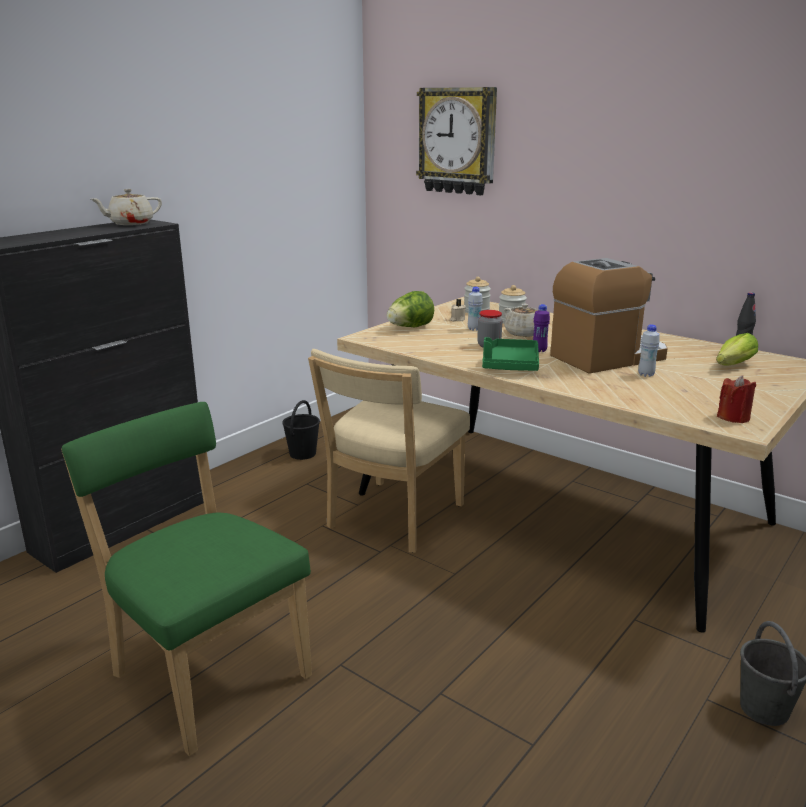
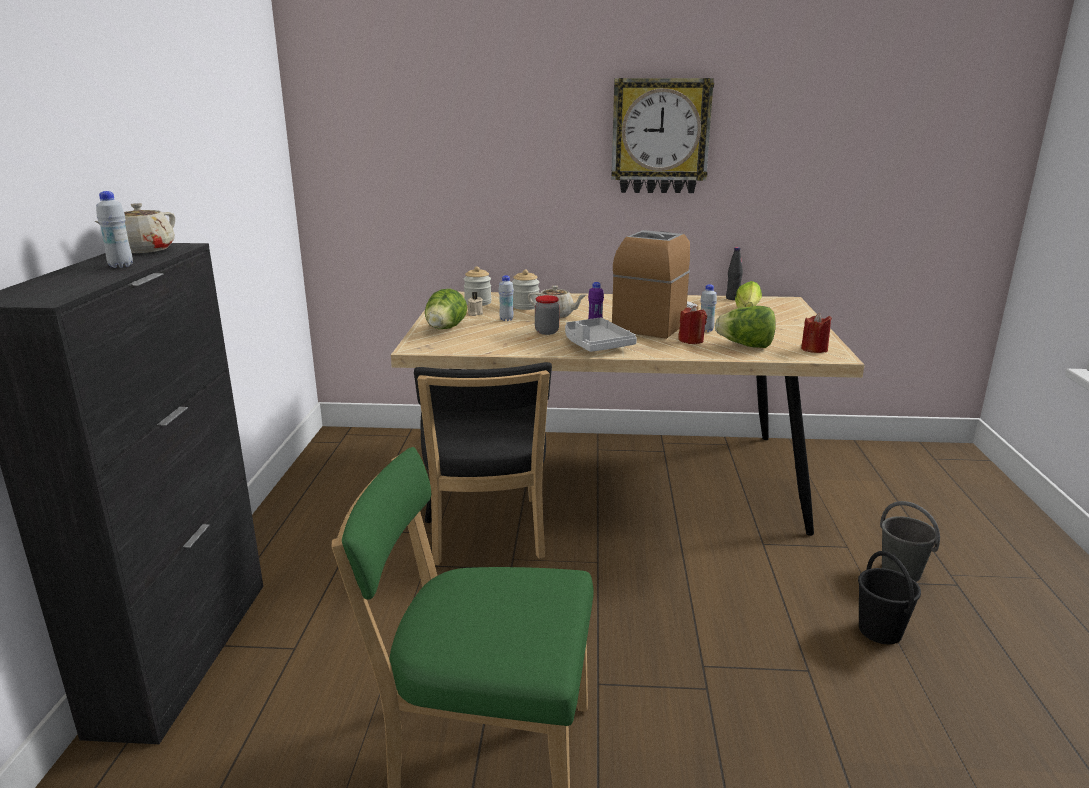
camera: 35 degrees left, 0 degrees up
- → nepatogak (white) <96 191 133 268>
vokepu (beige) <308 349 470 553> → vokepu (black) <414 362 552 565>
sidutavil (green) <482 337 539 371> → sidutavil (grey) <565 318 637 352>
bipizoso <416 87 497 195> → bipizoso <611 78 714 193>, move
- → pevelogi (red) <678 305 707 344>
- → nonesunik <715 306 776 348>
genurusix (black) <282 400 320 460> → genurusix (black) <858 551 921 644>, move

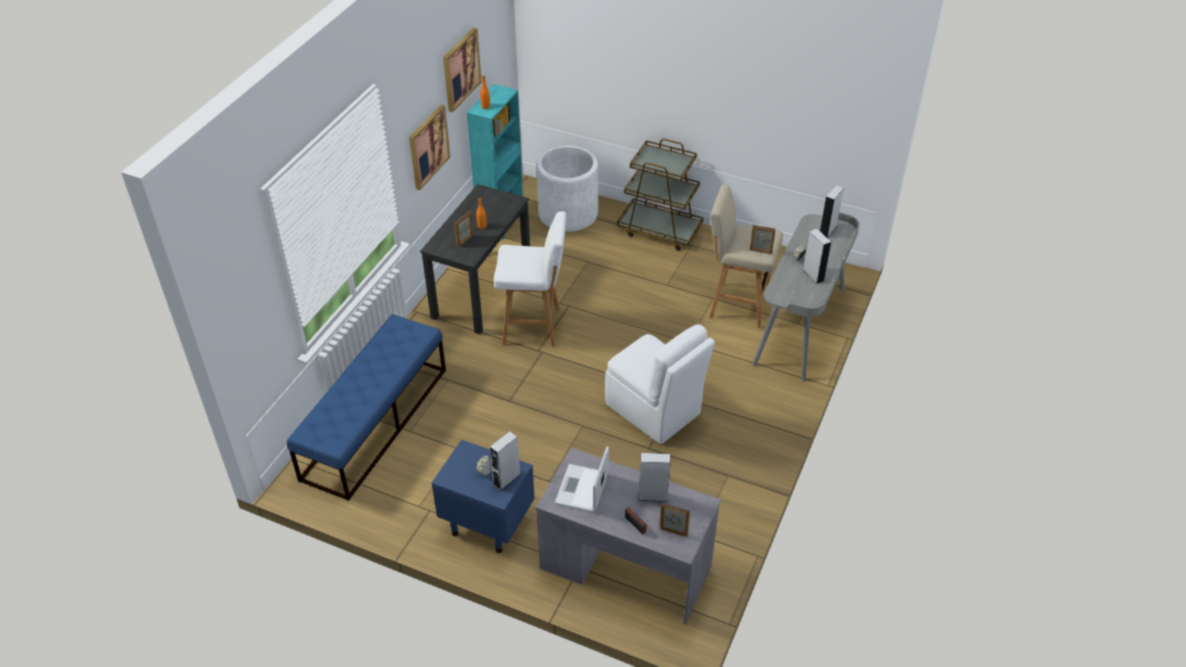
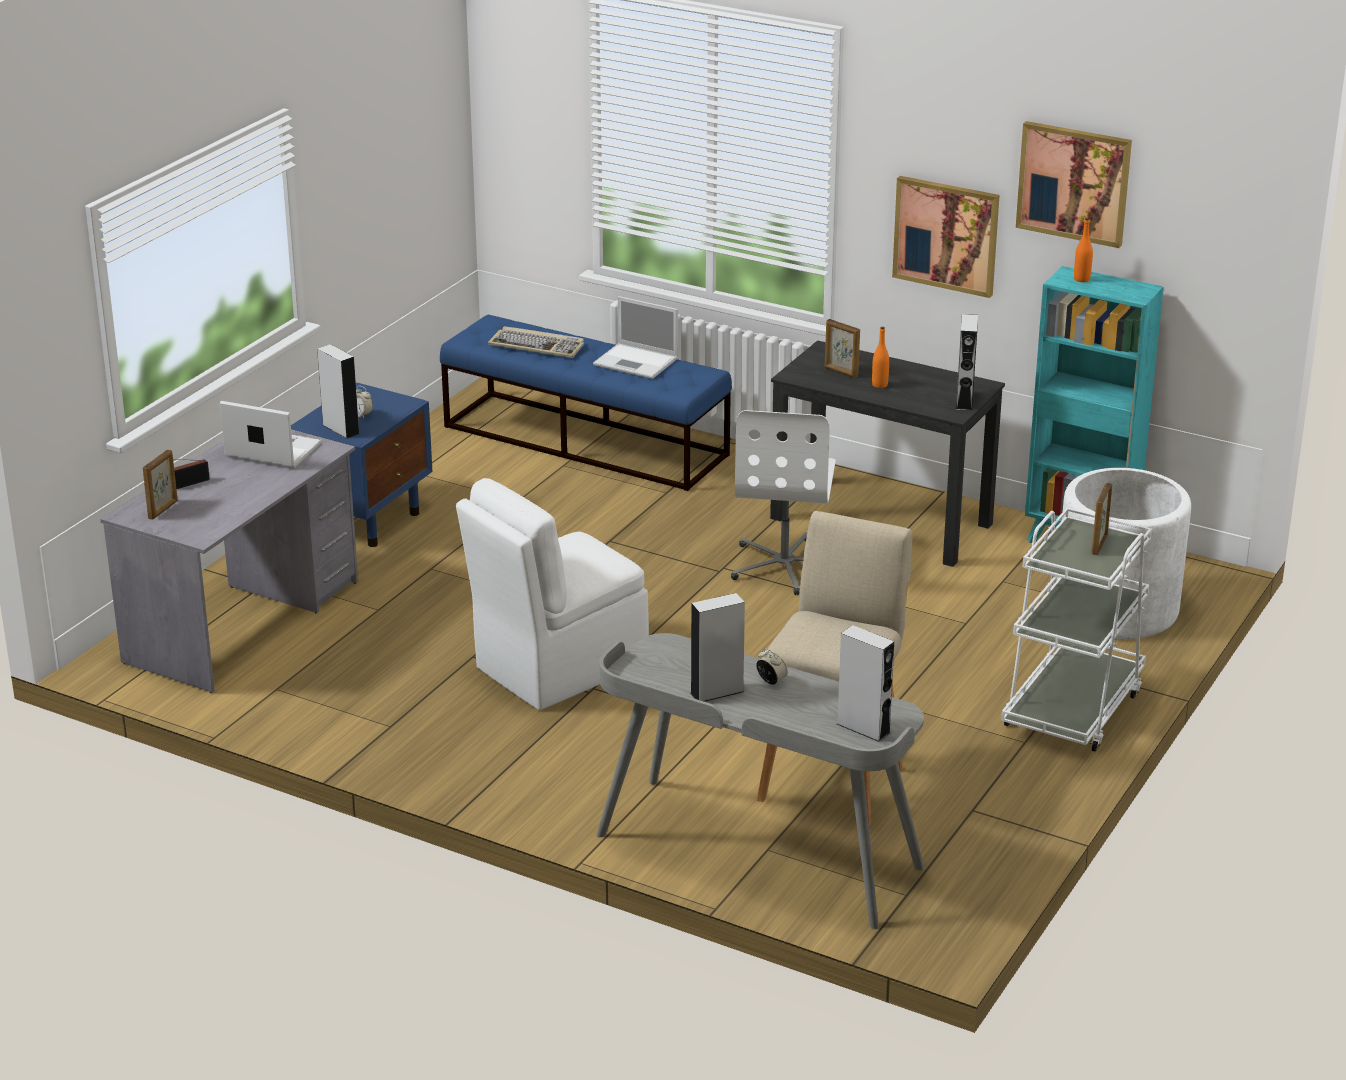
camera: 95 degrees right, 15 degrees down
- → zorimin <488 326 584 358>
- → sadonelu <593 296 678 379>
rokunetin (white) <494 211 566 347> → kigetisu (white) <731 410 836 595>
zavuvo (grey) <638 453 671 502> → zavuvo (grey) <956 314 978 411>, move
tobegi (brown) <617 139 704 251> → tobegi (white) <1001 508 1152 752>
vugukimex <750 225 776 254> → vugukimex <1092 483 1112 555>, move

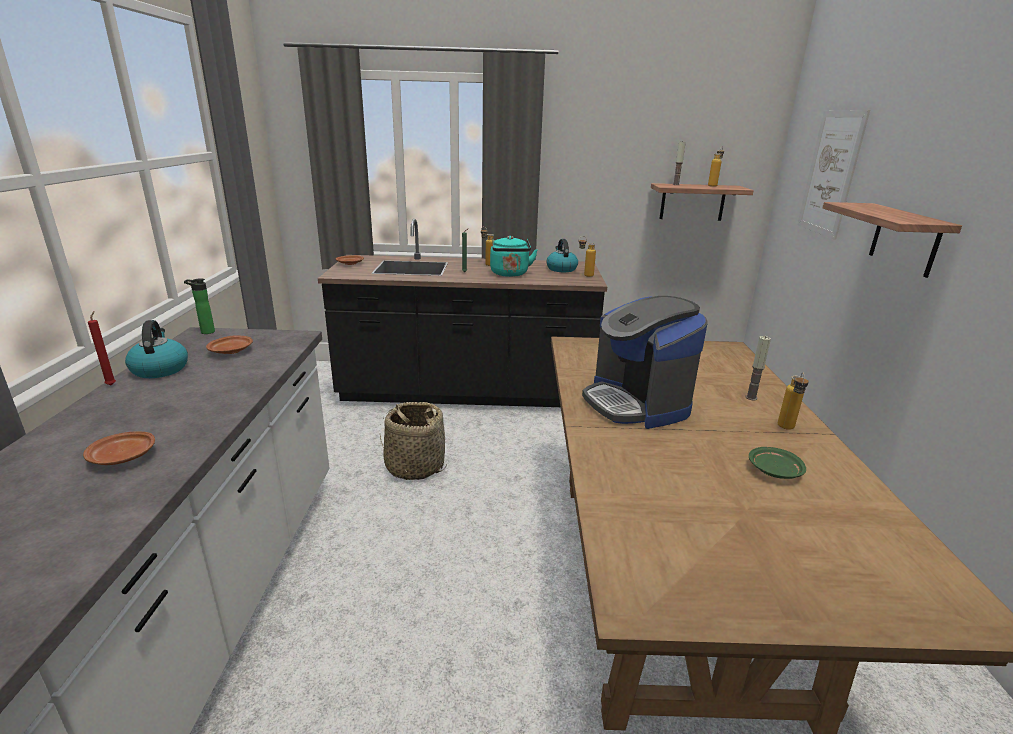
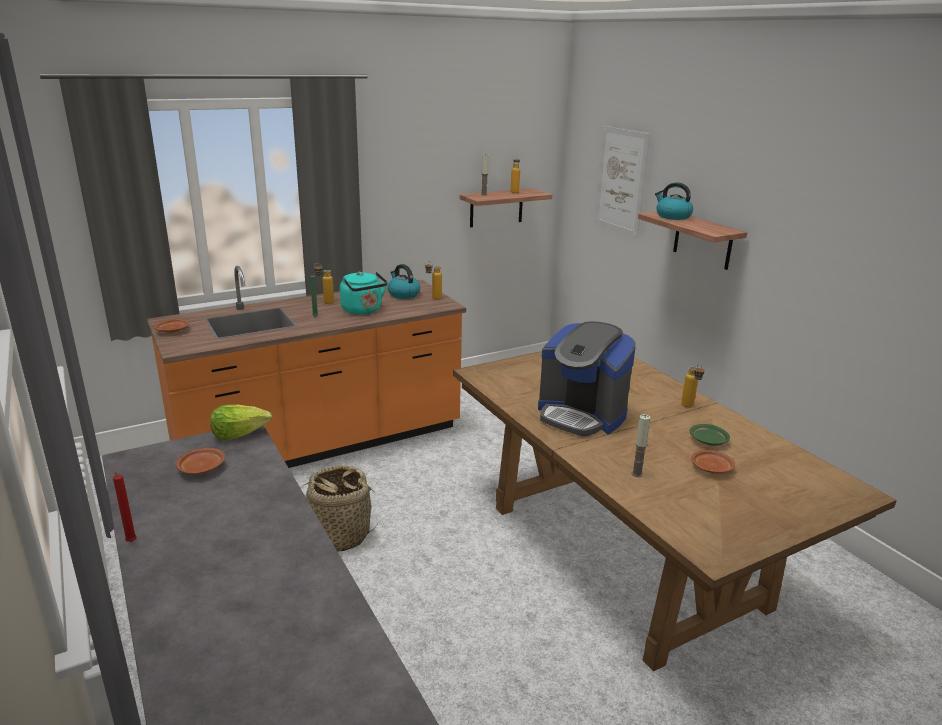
camera: 30 degrees left, 0 degrees up
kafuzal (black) <318 219 607 407> → kafuzal (orange) <147 266 466 468>
- → nonesunik <210 405 272 440>
pevelogi <745 336 771 400> → pevelogi <631 414 651 477>, move
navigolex <125 320 188 378> → navigolex <655 182 693 220>, move
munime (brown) <83 431 155 465> → munime (brown) <691 450 735 474>, move
nepatogak <184 278 215 334> → -

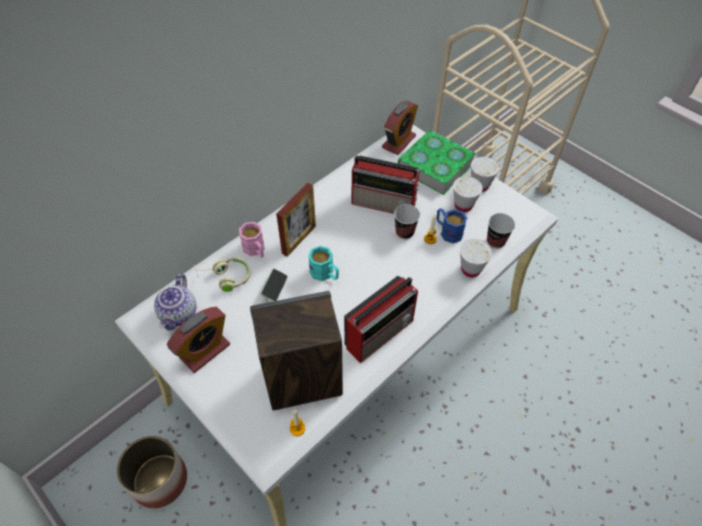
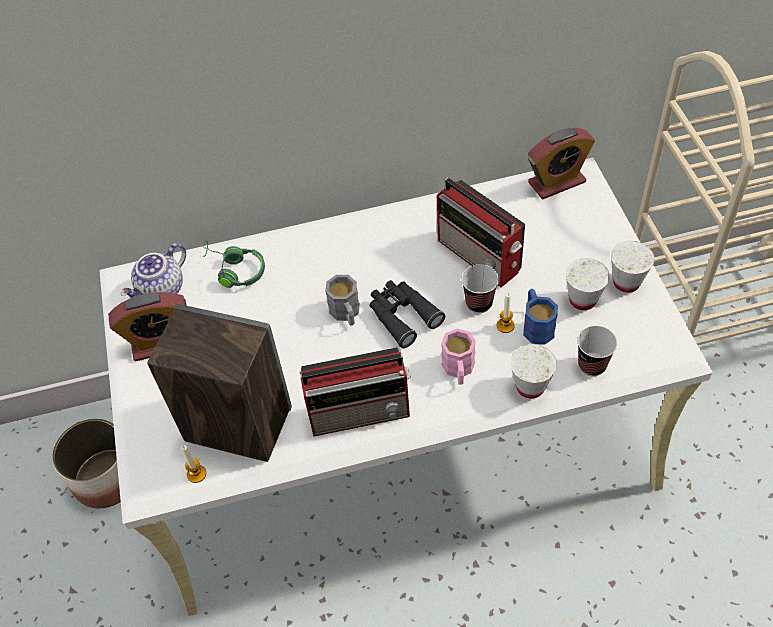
camera: 35 degrees right, 0 degrees up
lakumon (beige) <194 257 250 292> → lakumon (green) <202 240 265 288>
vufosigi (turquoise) <308 246 339 281> → vufosigi (grey) <325 275 360 326>
- → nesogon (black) <369 280 445 348>
vufosigi (pink) <239 222 265 258> → vufosigi (pink) <441 329 476 385>, move
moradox <261 269 288 301> → -
vugukimex <276 183 316 257> → -
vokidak <398 130 476 195> → -

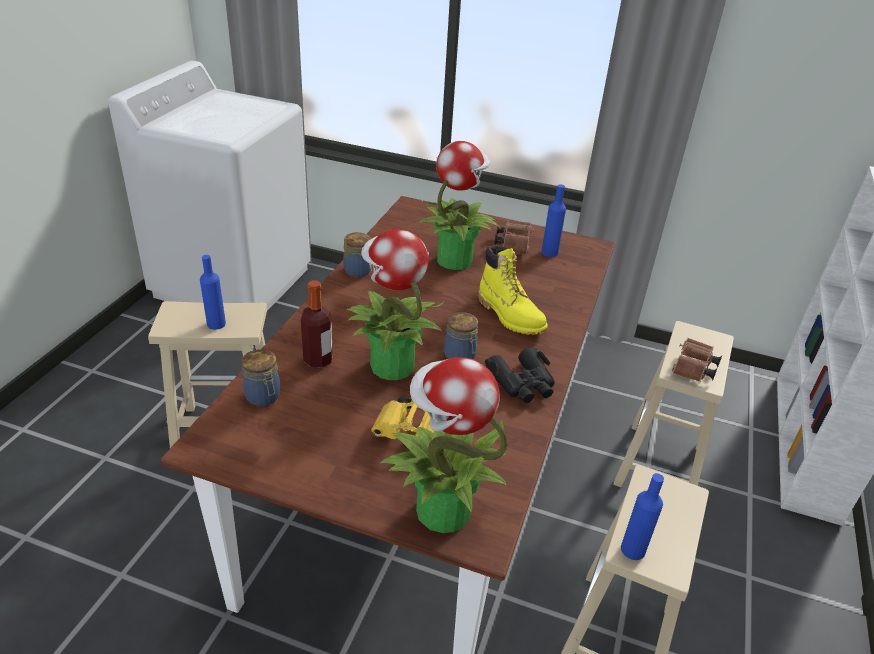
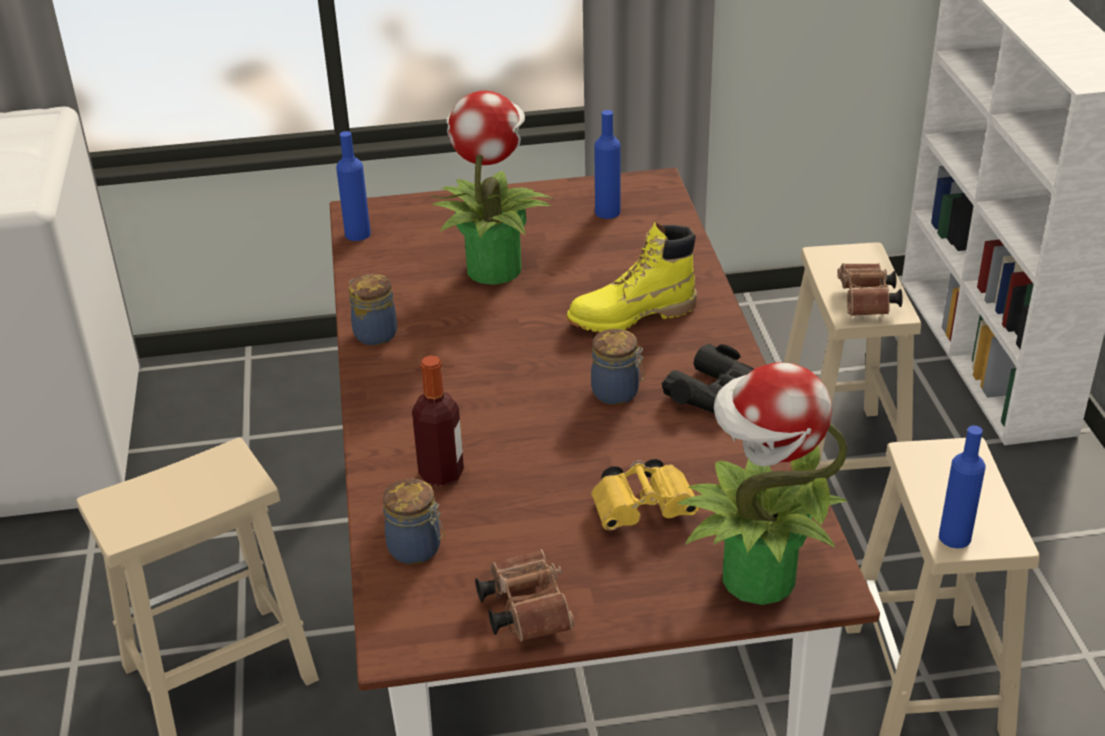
camera: 25 degrees left, 0 degrees up
nepatogak (blue) <200 255 226 330> → nepatogak (blue) <336 131 371 241>, move
nesogon (brown) <494 220 534 254> → nesogon (brown) <475 549 575 642>, move
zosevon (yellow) <478 245 548 335> → zosevon (yellow) <567 222 697 332>, 135 degrees clockwise
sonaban <347 229 445 380> → -

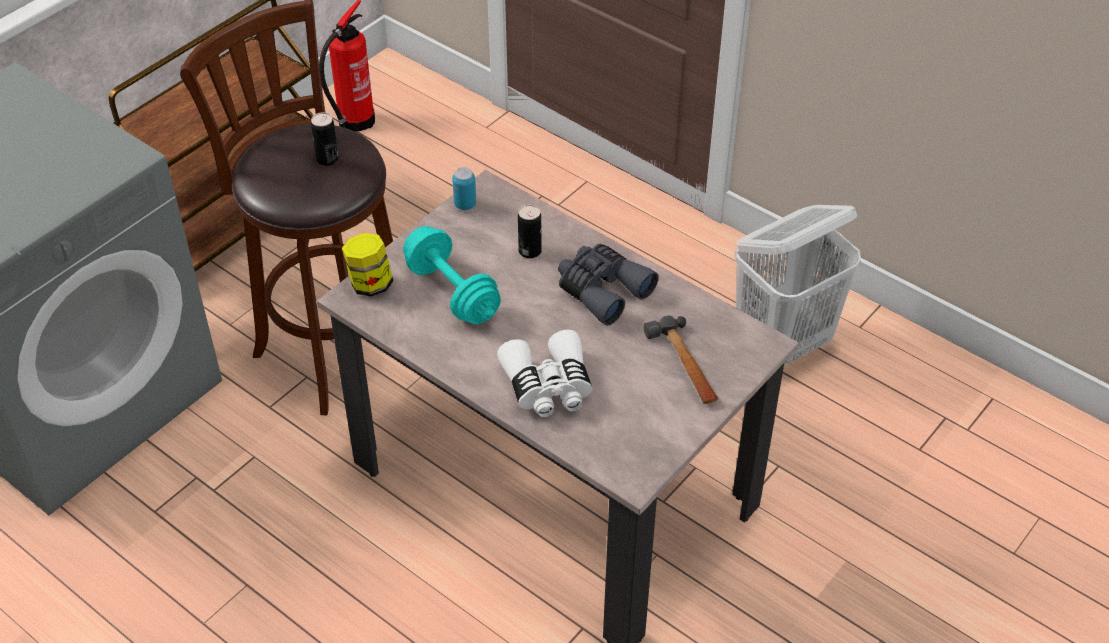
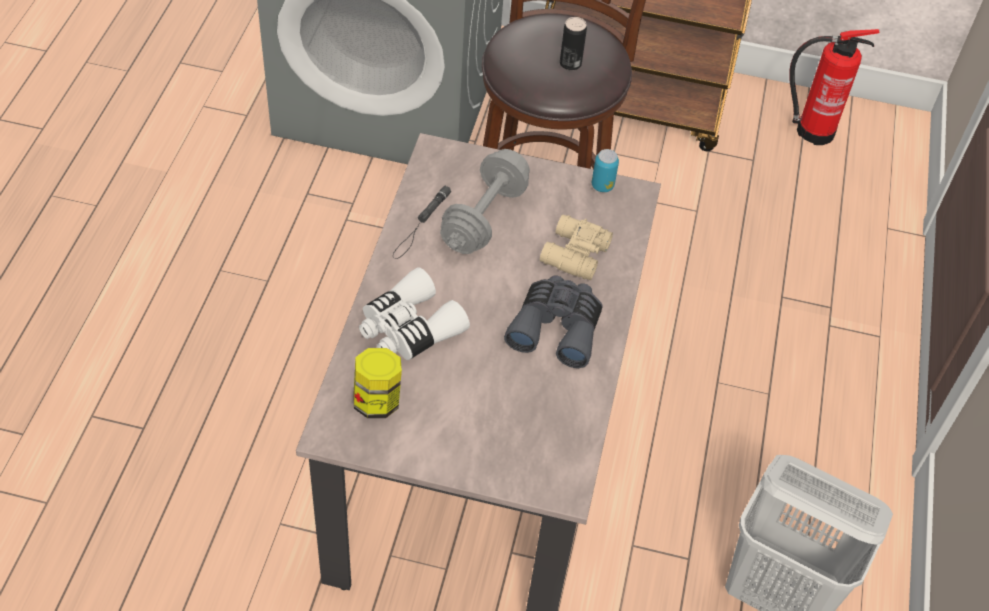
camera: 60 degrees right, 5 degrees up
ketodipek <342 233 393 296> → ketodipek <353 348 402 418>, move
- → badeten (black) <393 185 451 259>
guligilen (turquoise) <403 226 501 324> → guligilen (grey) <440 149 530 254>
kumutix <518 205 542 258> → nesogon (beige) <540 215 613 280>
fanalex <644 316 718 404> → -

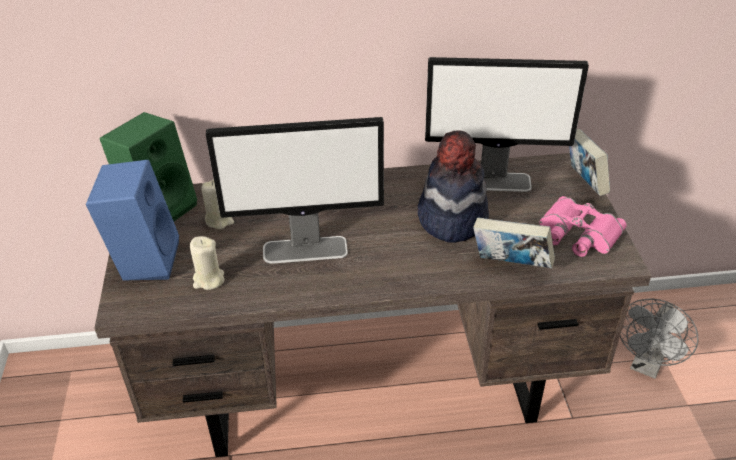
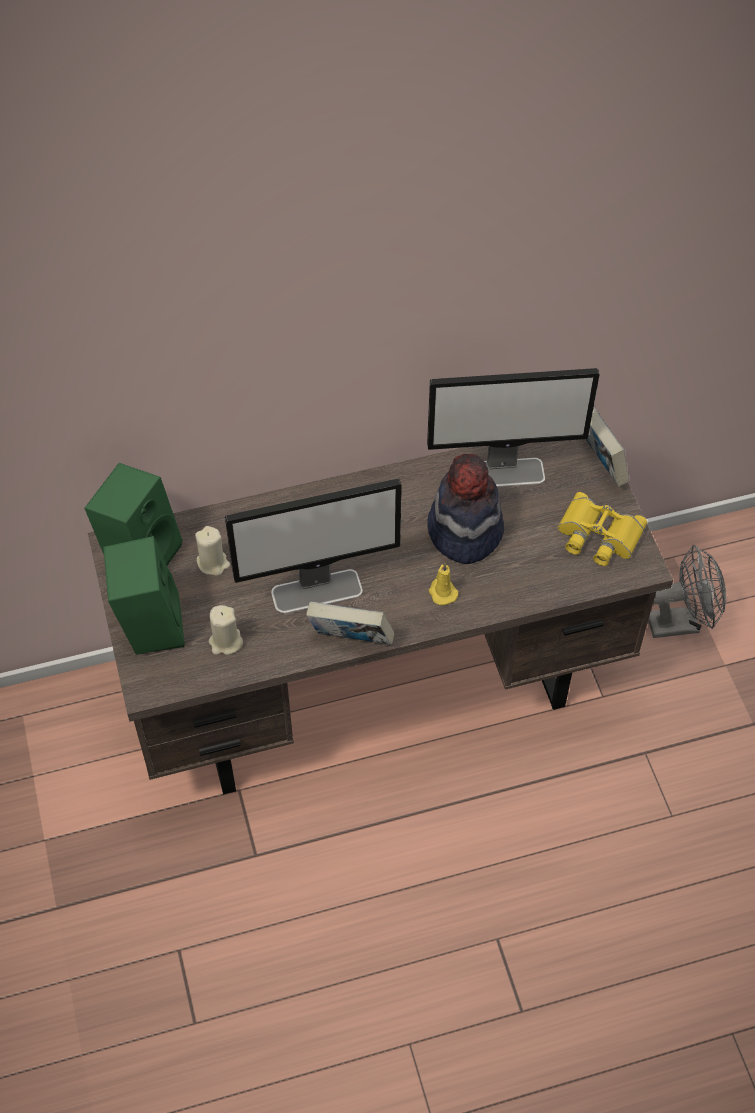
camera: 10 degrees left, 15 degrees up
zavuvo (blue) <86 160 179 281> → zavuvo (green) <103 536 185 655>
vokidak <473 218 555 268> → vokidak <306 601 394 645>, move
- → pevelogi (yellow) <429 563 458 606>
nesogon (pink) <539 196 627 257> → nesogon (yellow) <558 492 647 566>
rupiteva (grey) <620 298 698 379> → rupiteva (grey) <648 545 726 638>, 120 degrees counterclockwise

